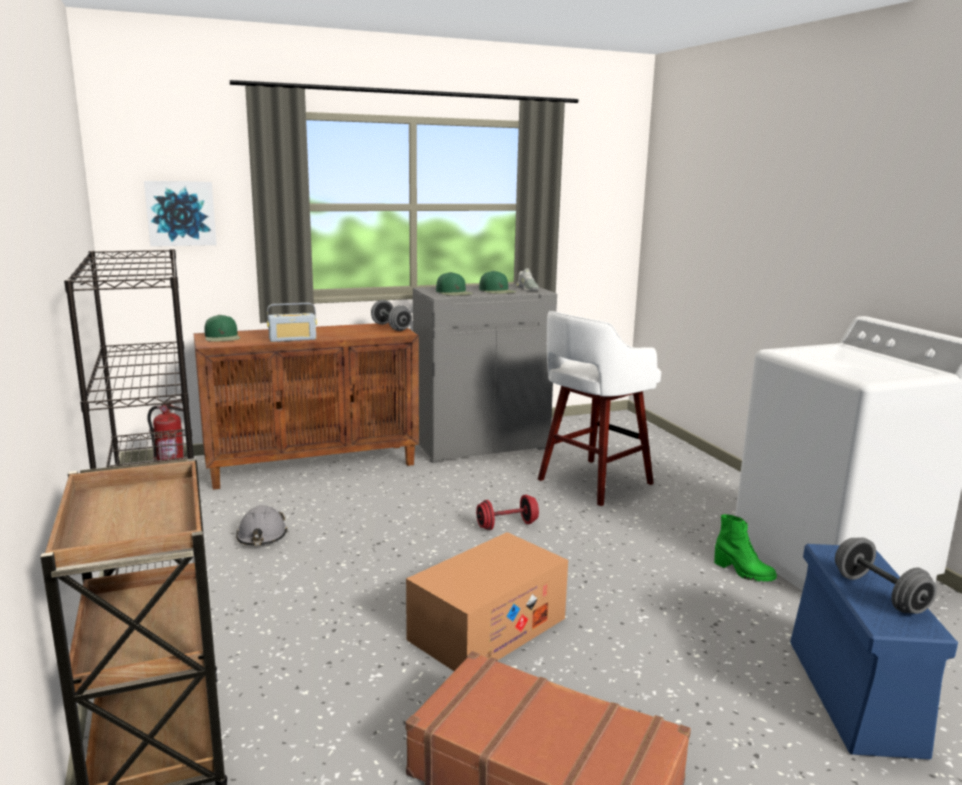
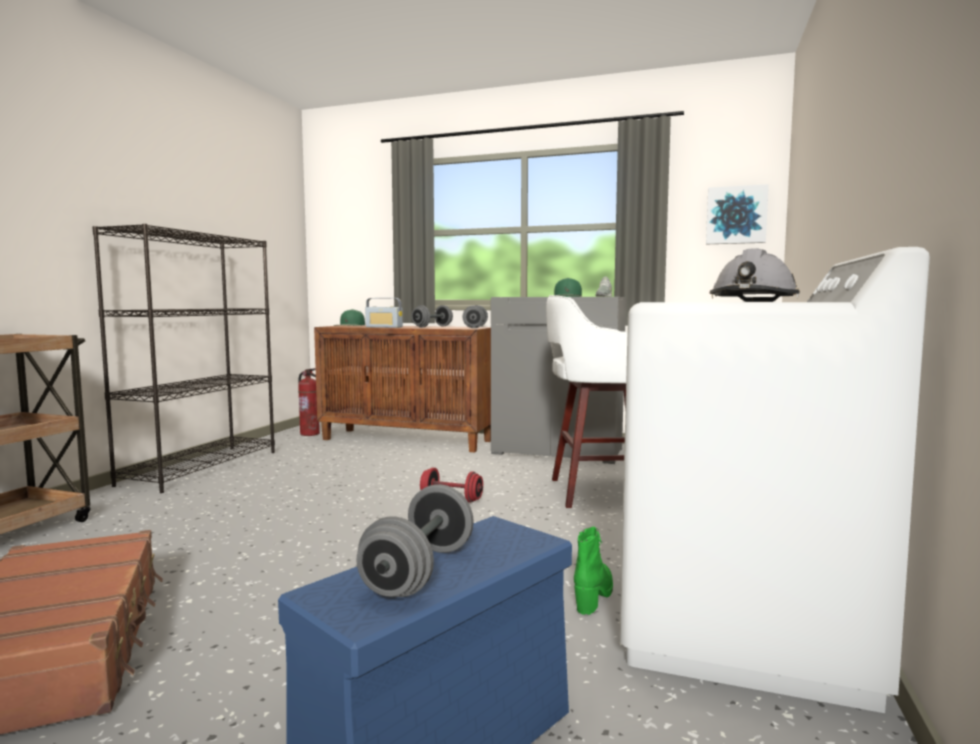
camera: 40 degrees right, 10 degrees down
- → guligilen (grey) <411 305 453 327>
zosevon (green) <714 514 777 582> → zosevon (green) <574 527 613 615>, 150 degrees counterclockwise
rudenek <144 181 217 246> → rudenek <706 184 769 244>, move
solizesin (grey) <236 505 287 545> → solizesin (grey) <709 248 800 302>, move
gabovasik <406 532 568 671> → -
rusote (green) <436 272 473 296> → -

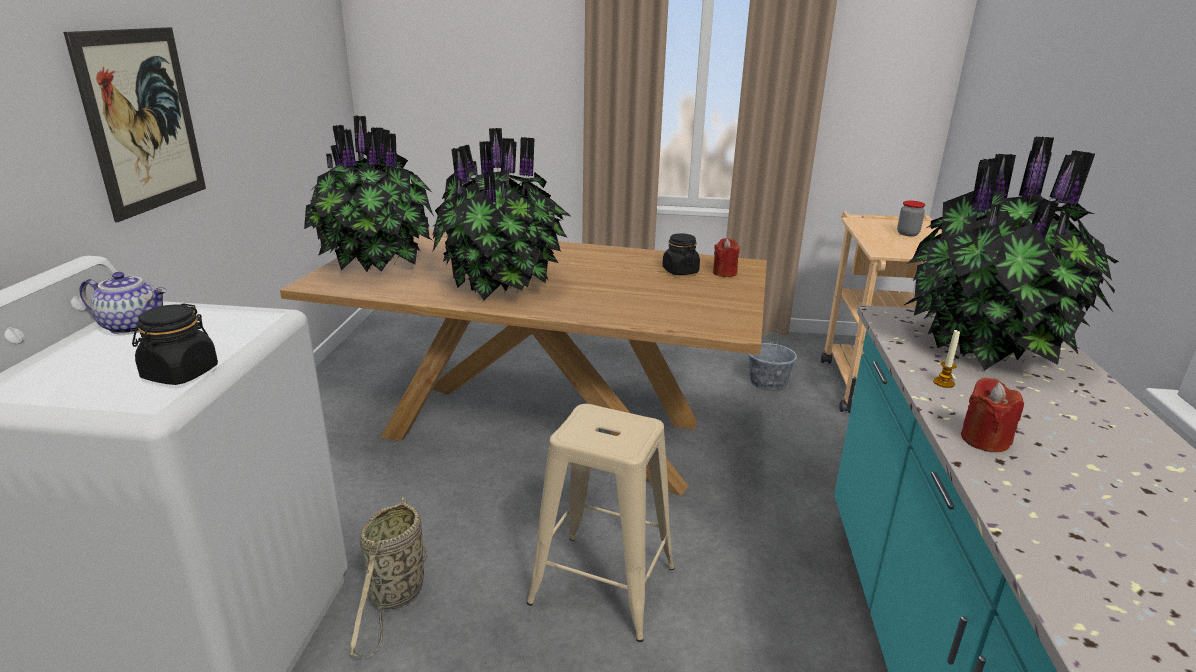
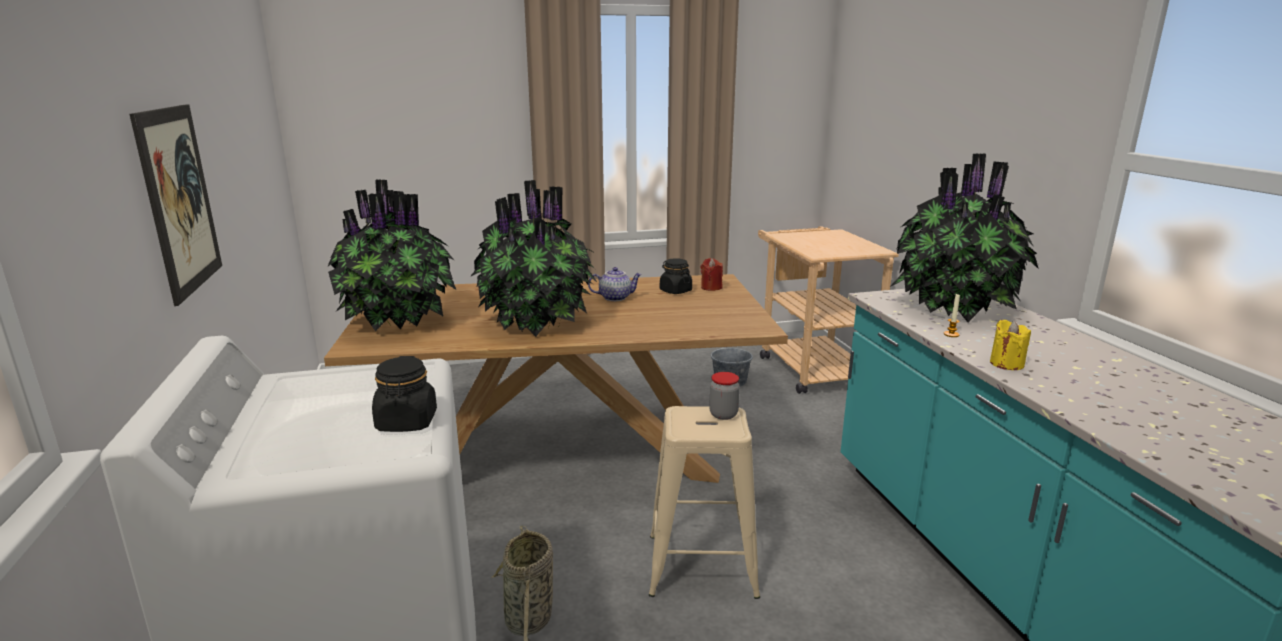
camera: 20 degrees left, 5 degrees down
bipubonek <79 272 167 335> → bipubonek <588 267 642 301>, move
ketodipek <897 201 925 236> → ketodipek <709 372 740 420>, move
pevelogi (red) <961 378 1024 452> → pevelogi (yellow) <990 320 1031 370>

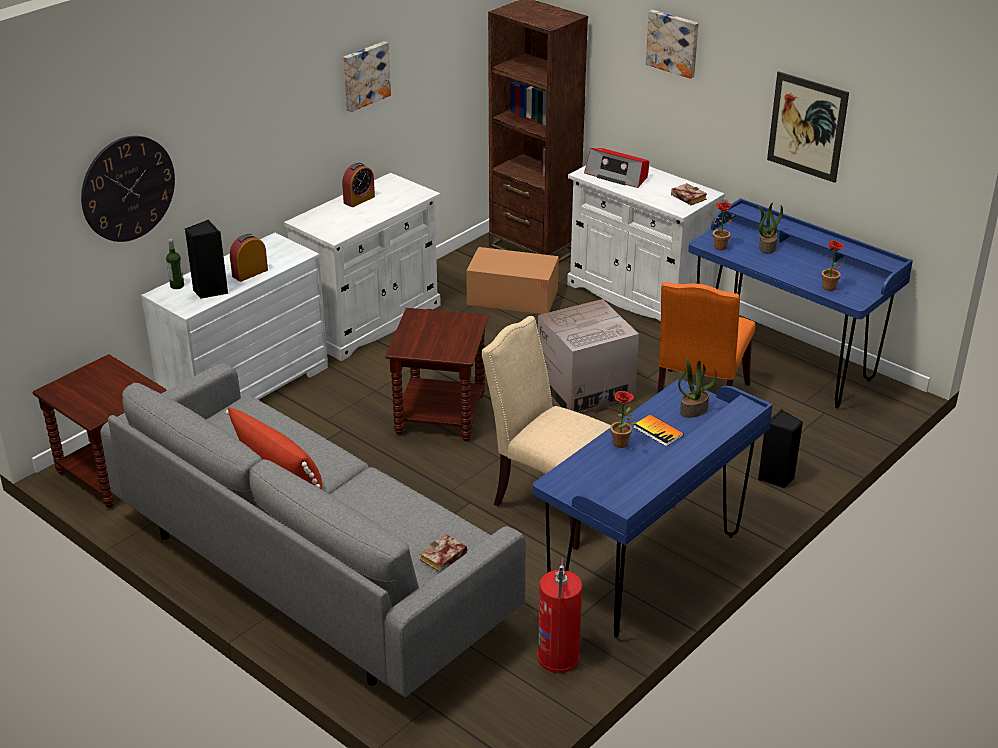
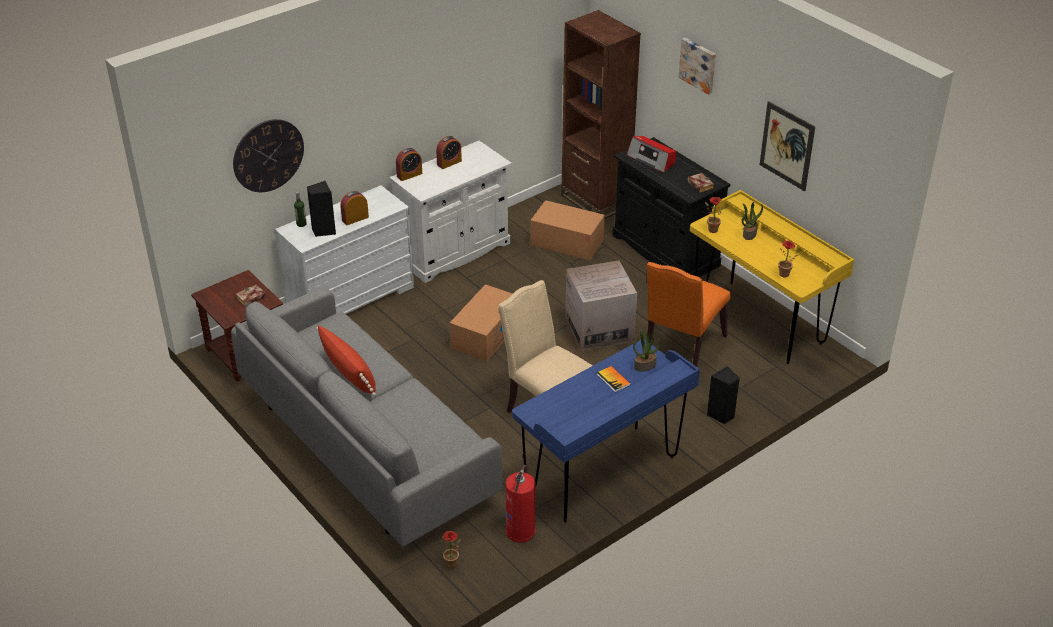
camera: 10 degrees right, 5 degrees up
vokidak <420 534 467 572> → vokidak <236 284 266 307>, move
- → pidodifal <396 148 422 181>
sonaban <609 391 637 448> → sonaban <440 531 461 568>, move
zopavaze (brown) <385 308 489 441> → gabovasik <450 284 512 362>
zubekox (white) <567 165 725 322> → zubekox (black) <612 137 730 277>
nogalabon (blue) <688 198 913 409> → nogalabon (yellow) <690 190 854 364>
rudenek <343 41 391 112> → -

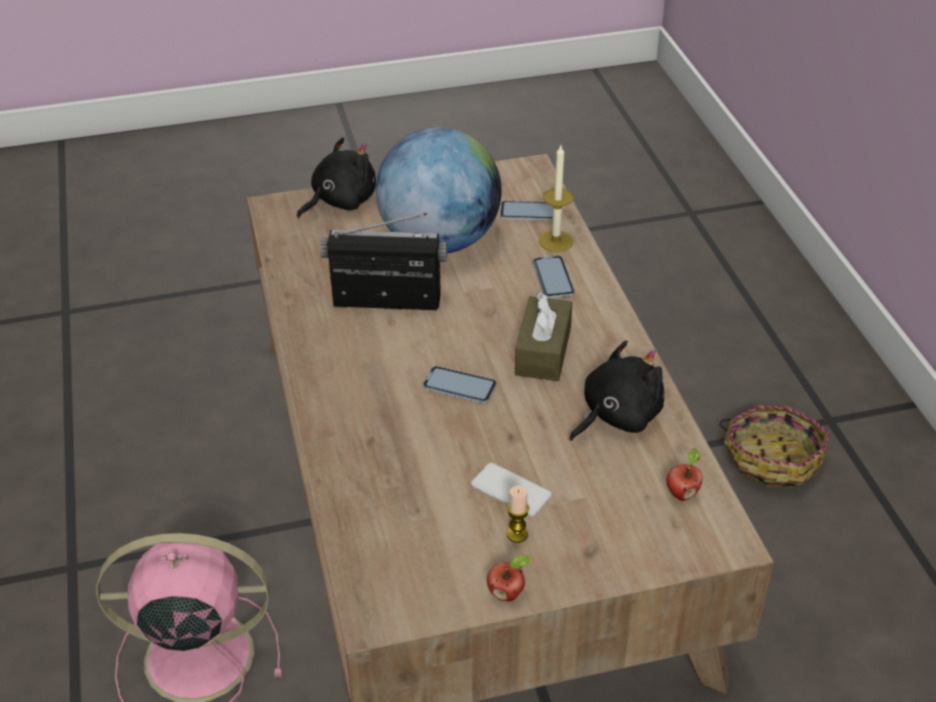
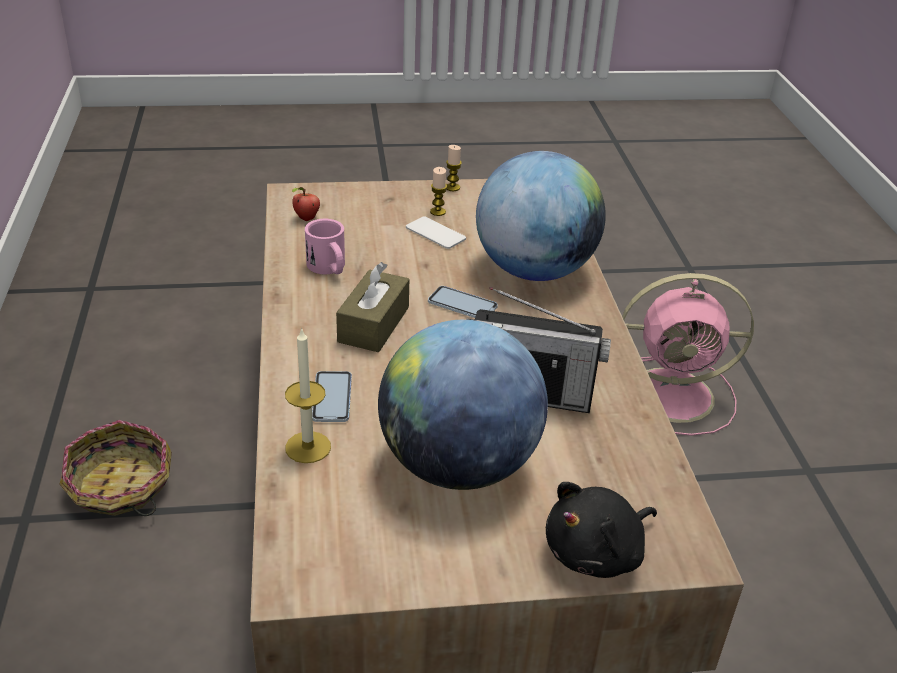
camera: 175 degrees left, 5 degrees down
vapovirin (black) <570 341 664 441> → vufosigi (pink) <305 219 345 274>
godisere <487 555 531 601> → pevelogi <446 145 462 191>
- → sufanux <476 151 606 281>
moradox <500 201 553 221> → -

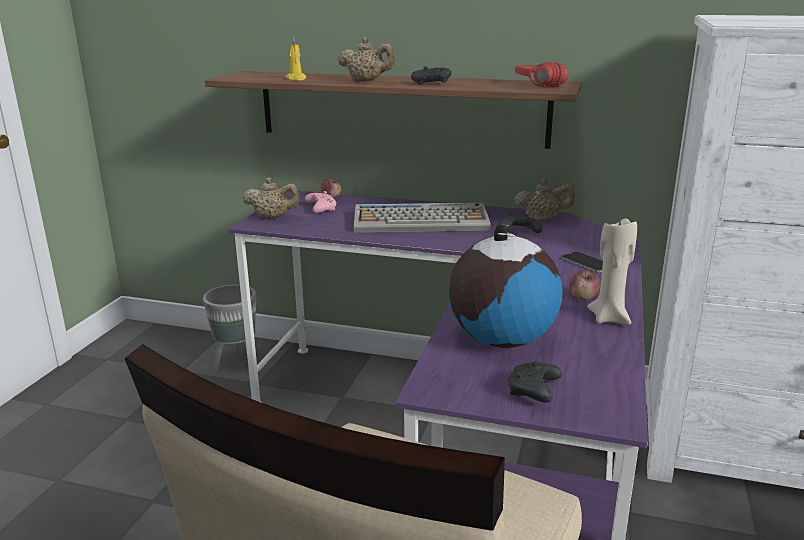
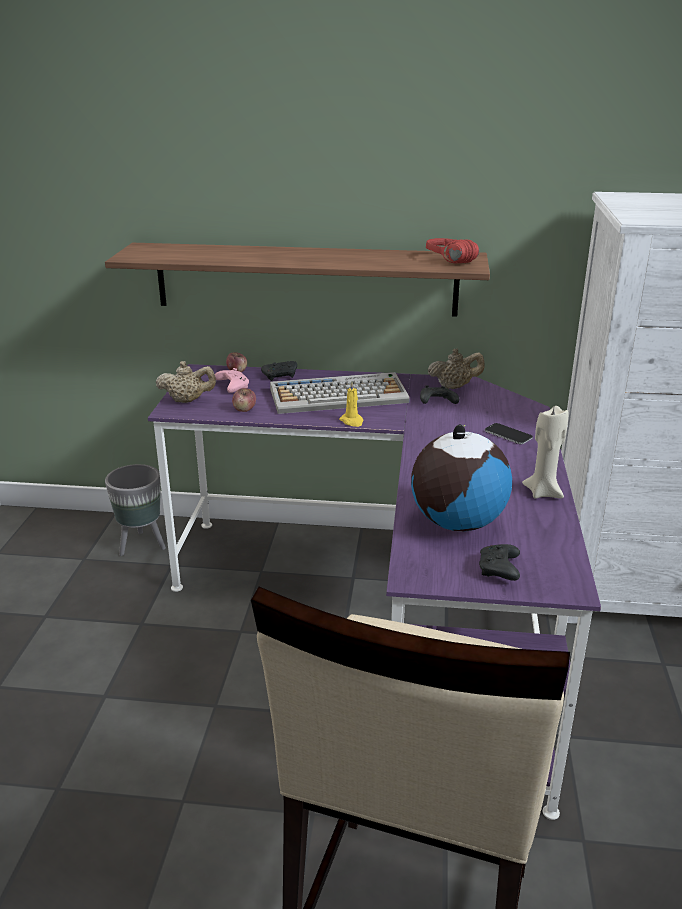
camera: 10 degrees left, 5 degrees up
godisere <569 270 600 301> → godisere <232 388 256 412>, move
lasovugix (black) <411 66 451 85> → lasovugix (black) <261 361 297 381>, move
pevelogi (yellow) <285 36 306 81> → pevelogi (yellow) <339 381 363 427>, move
bipubonek (beige) <338 37 395 82> → -

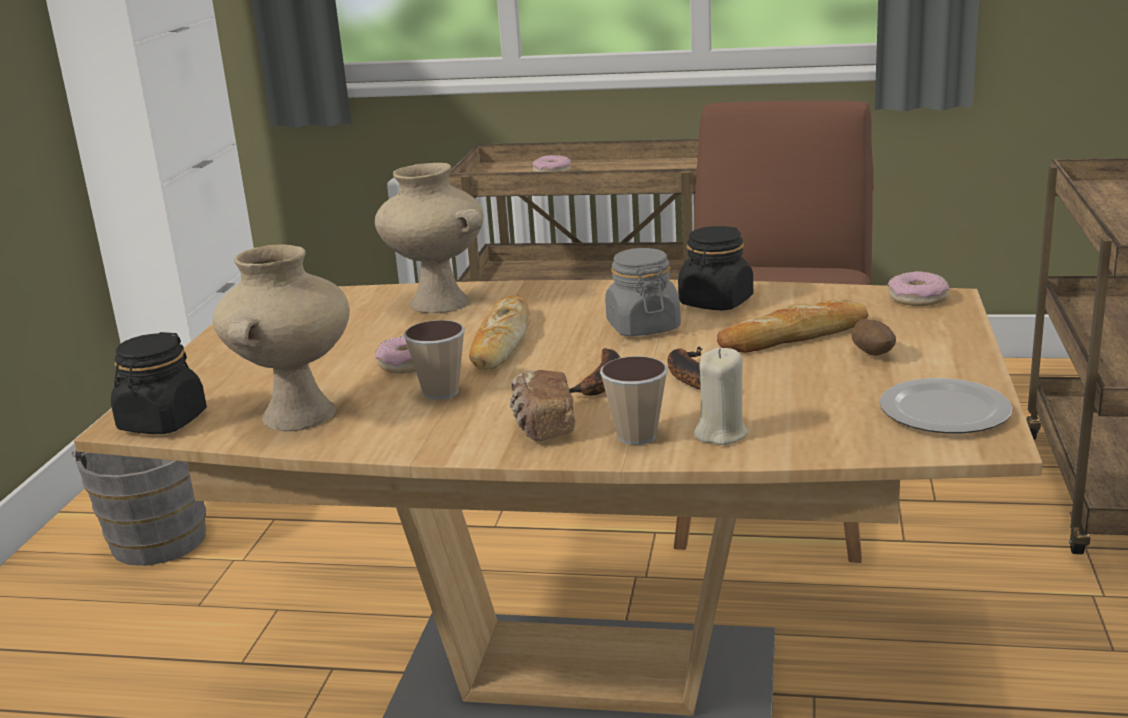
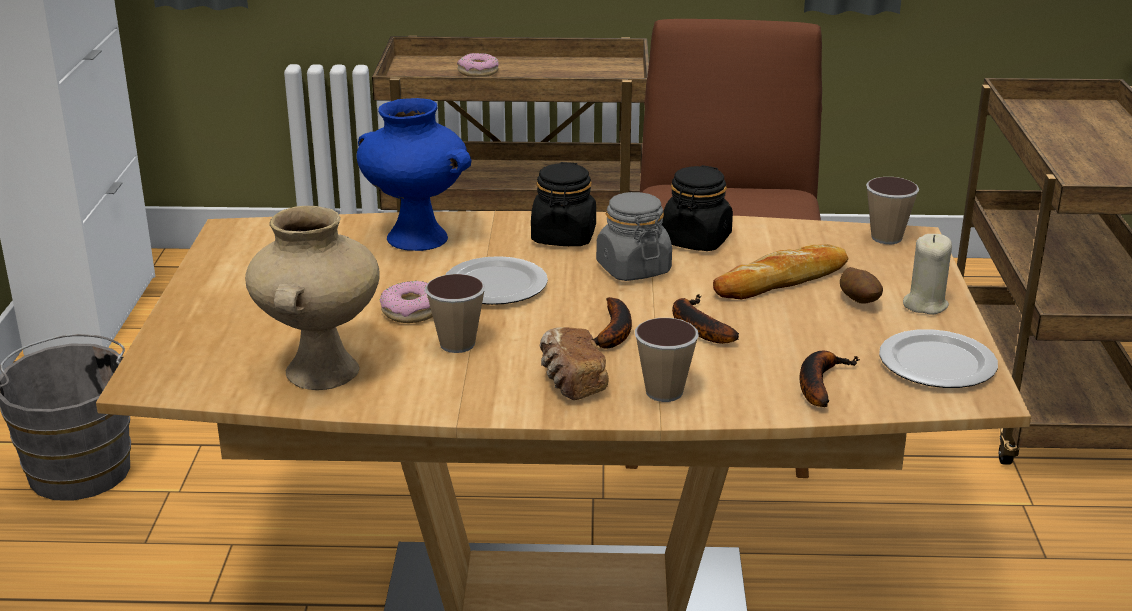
camera: 10 degrees left, 5 degrees up
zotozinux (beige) <375 163 484 313> → zotozinux (blue) <356 98 472 251>
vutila <469 295 529 370> → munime <445 256 548 305>
ketodipek (black) <111 332 207 434> → ketodipek (black) <531 162 596 246>, move
- → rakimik <800 350 860 407>
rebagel <888 271 949 306> → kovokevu <866 177 919 244>
pevelogi (beige) <694 348 748 445> → pevelogi (beige) <903 234 952 315>, move

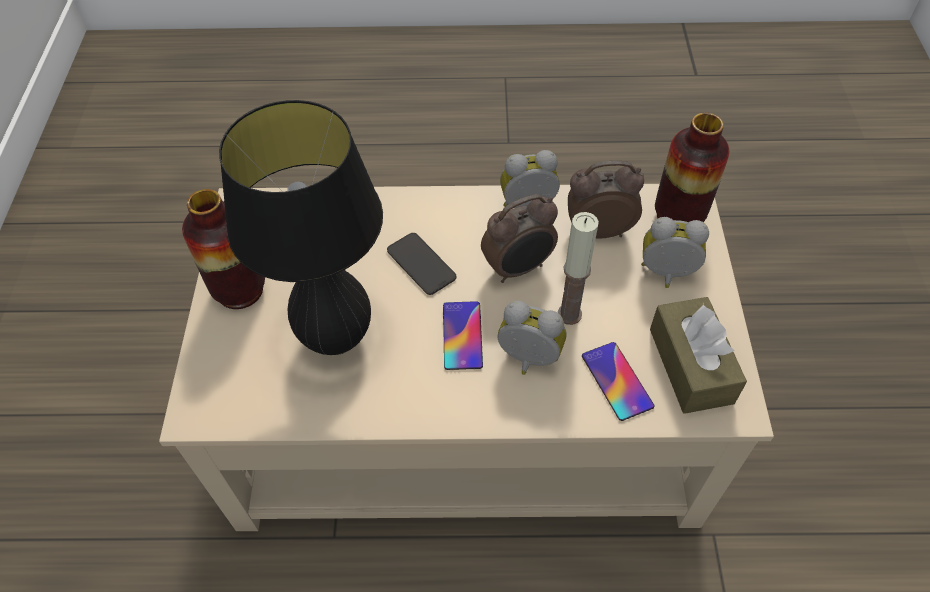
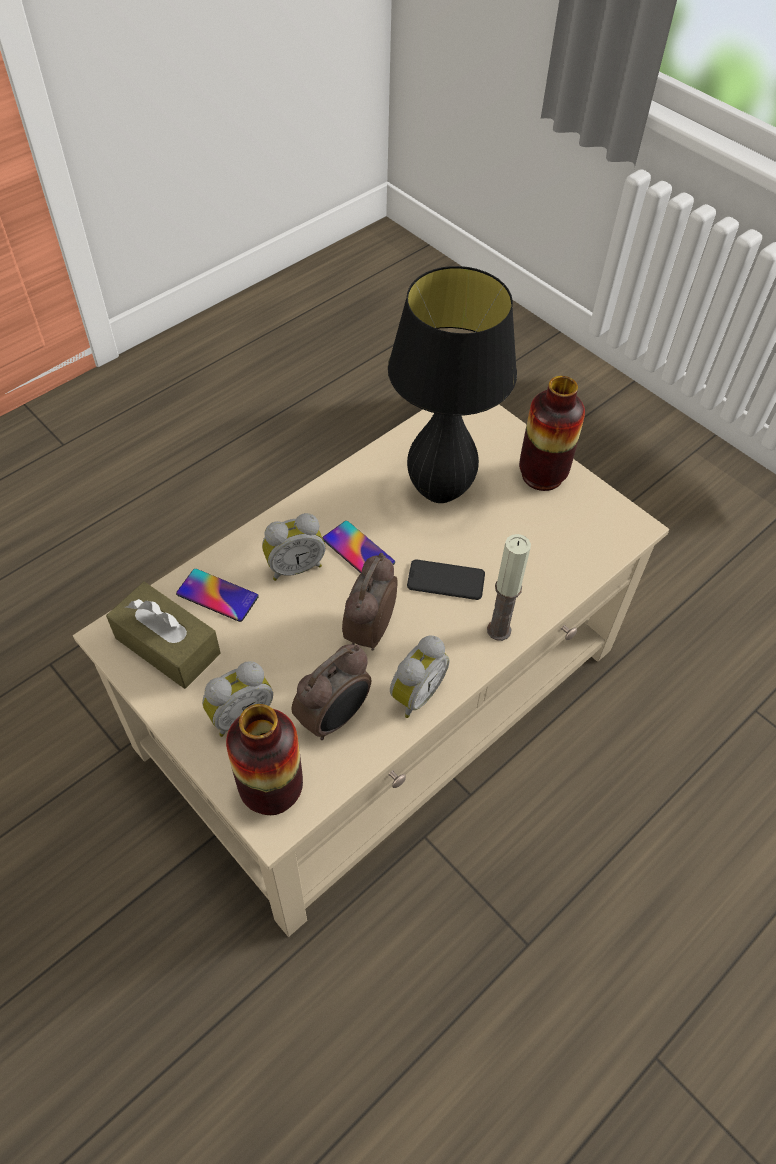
camera: 135 degrees right, 0 degrees up
pevelogi <557 212 599 325> → pevelogi <487 534 531 641>, move

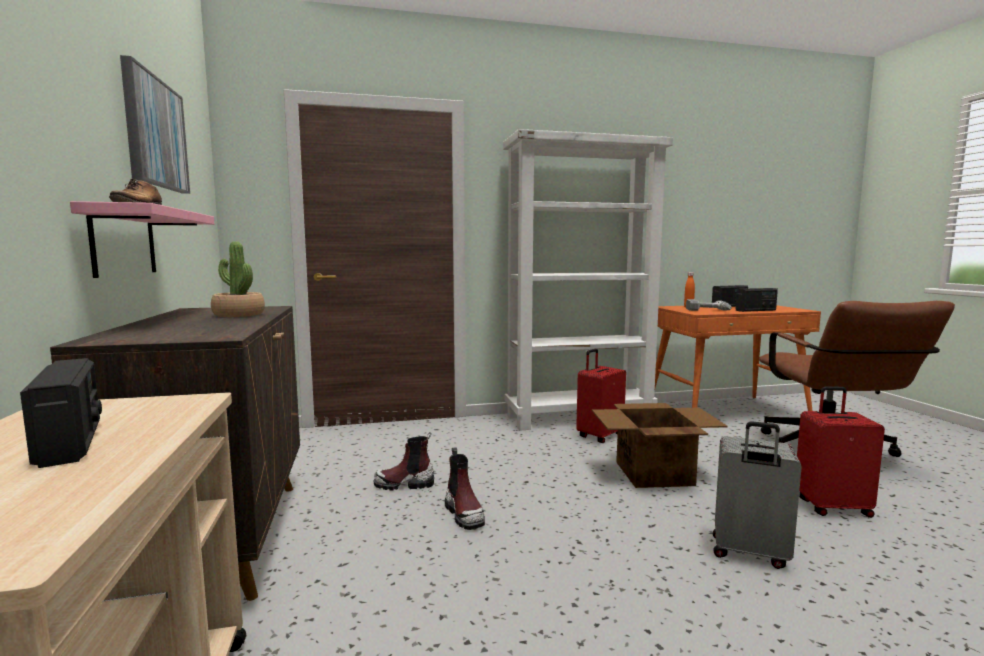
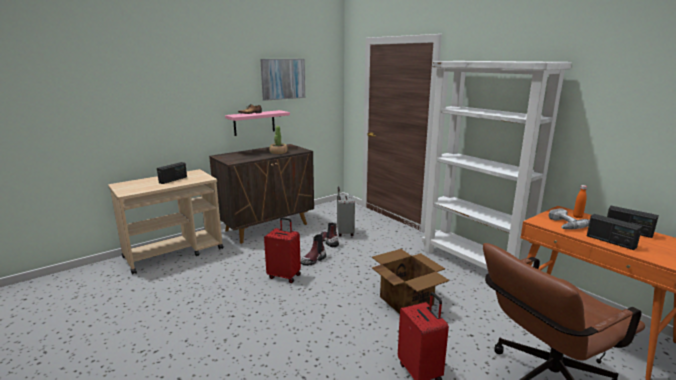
camera: 65 degrees right, 10 degrees up
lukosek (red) <576 349 626 443> → lukosek (red) <264 217 301 283>, move
lukosek (grey) <713 421 802 569> → lukosek (grey) <337 186 355 237>, move

